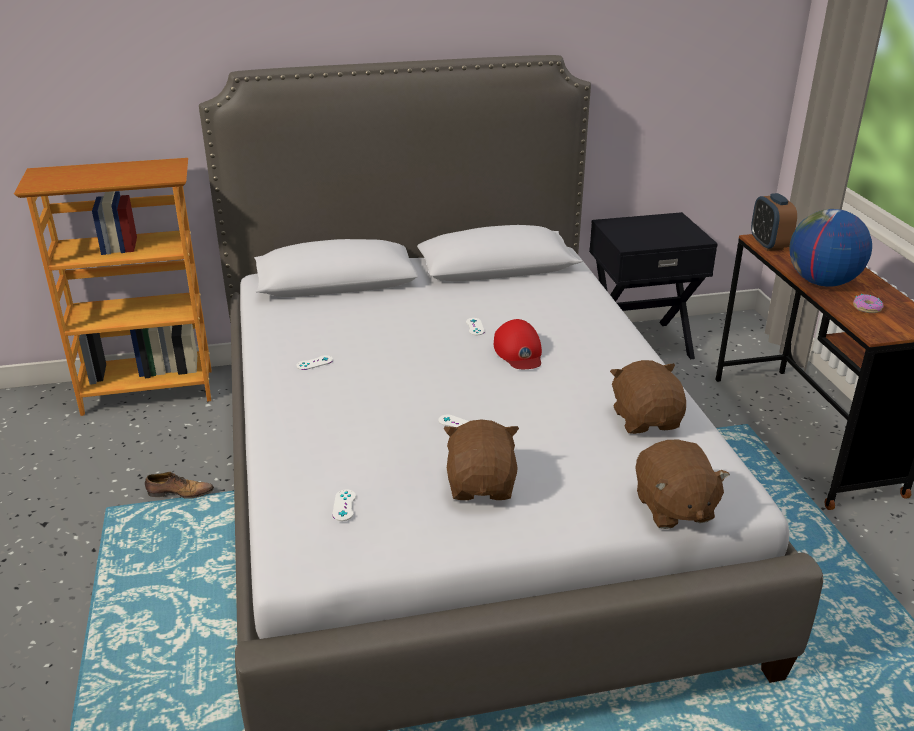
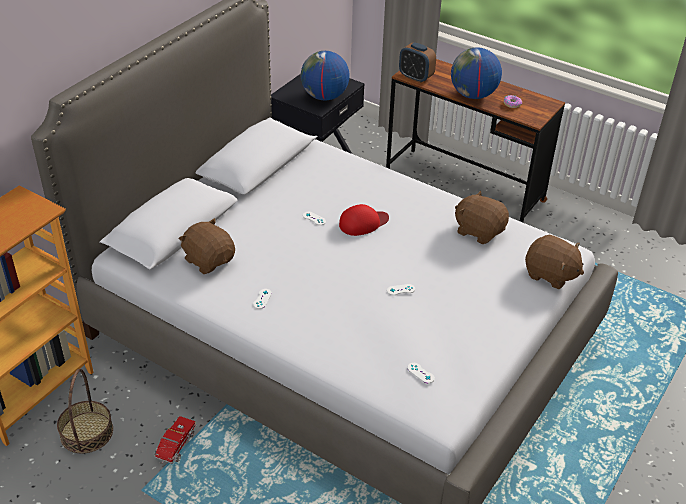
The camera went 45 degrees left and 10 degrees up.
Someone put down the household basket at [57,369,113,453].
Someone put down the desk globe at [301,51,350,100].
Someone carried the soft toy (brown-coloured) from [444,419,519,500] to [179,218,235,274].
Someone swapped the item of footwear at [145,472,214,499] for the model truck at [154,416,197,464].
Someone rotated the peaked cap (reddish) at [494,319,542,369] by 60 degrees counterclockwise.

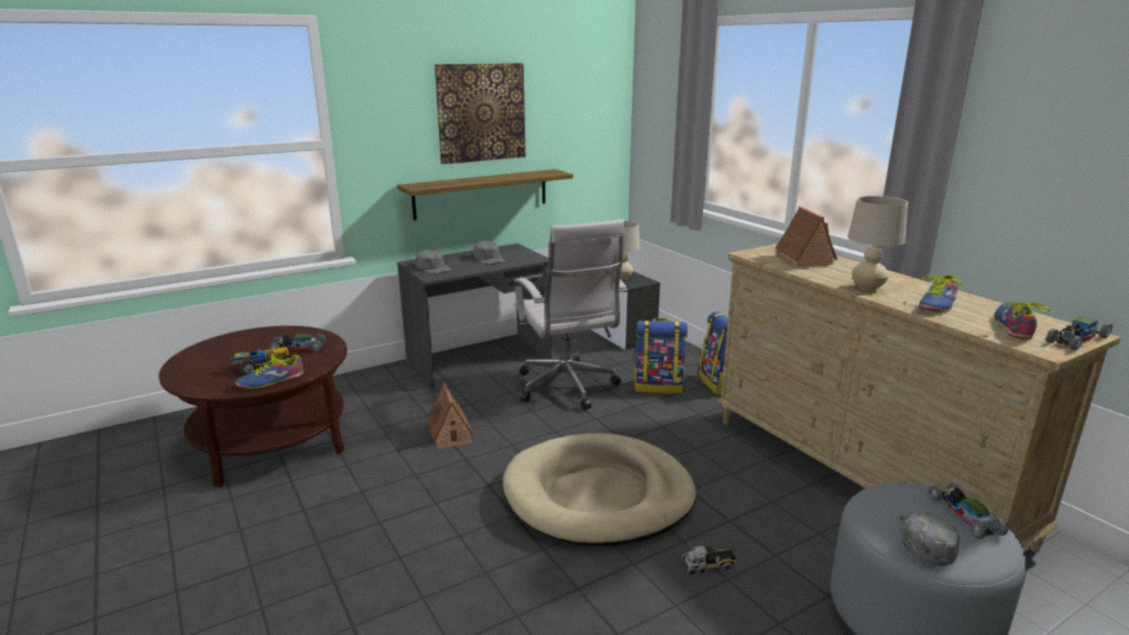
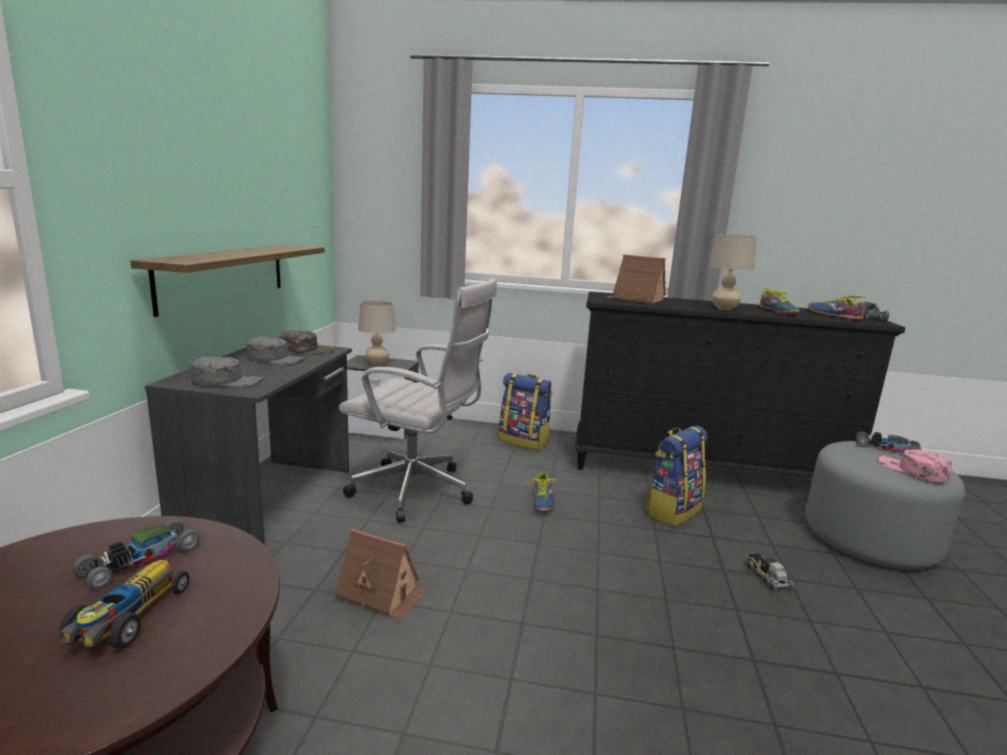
The camera went 50 degrees left and 5 degrees down.
Someone took away the wall art at [434,63,525,164].
Someone took away the dog bed (sand-coloured) at [503,433,696,546].
Someone put down the peaked cap (greenish) at [279,330,334,355].
Someone carried the item of footwear from [235,350,303,389] to [527,470,556,512].
Someone carried the backpack from [634,318,688,394] to [645,426,708,526].
Someone repainted the chest of drawers (sand-coloured) at [717,244,1121,552], which became the chest of drawers (black-coloured) at [575,292,905,478].
Someone repainted the peaked cap (grey) at [898,512,960,566], which became the peaked cap (pink-coloured) at [879,450,952,482].
Someone rotated the model truck at [681,543,737,576] by 45 degrees counterclockwise.

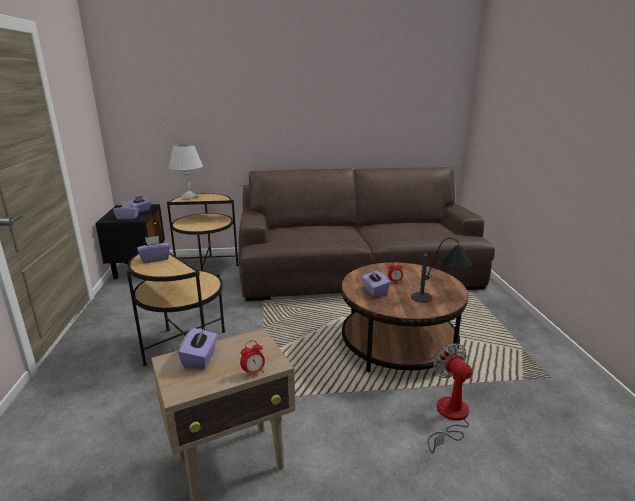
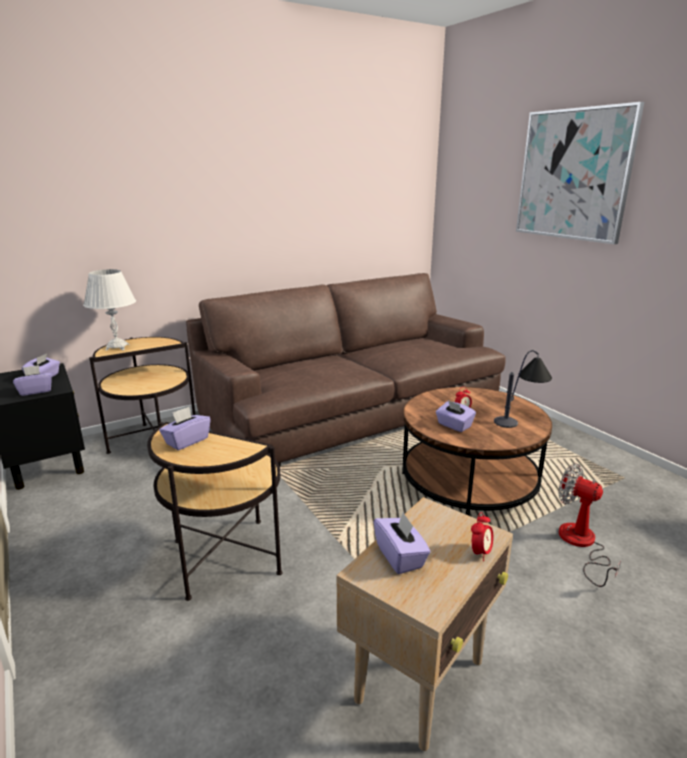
The camera went 25 degrees left and 0 degrees up.
Someone put up the wall art at [516,102,644,244].

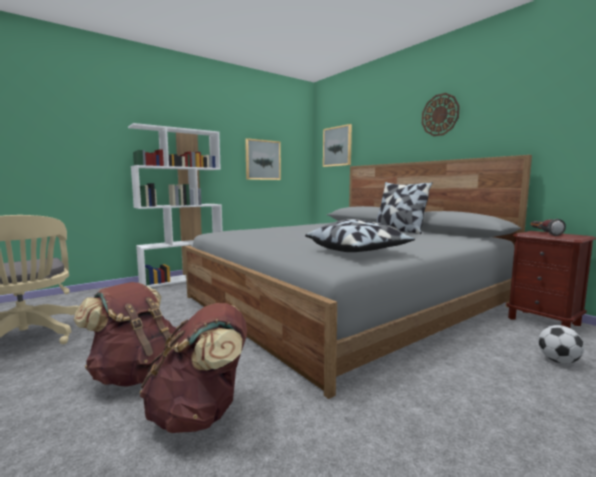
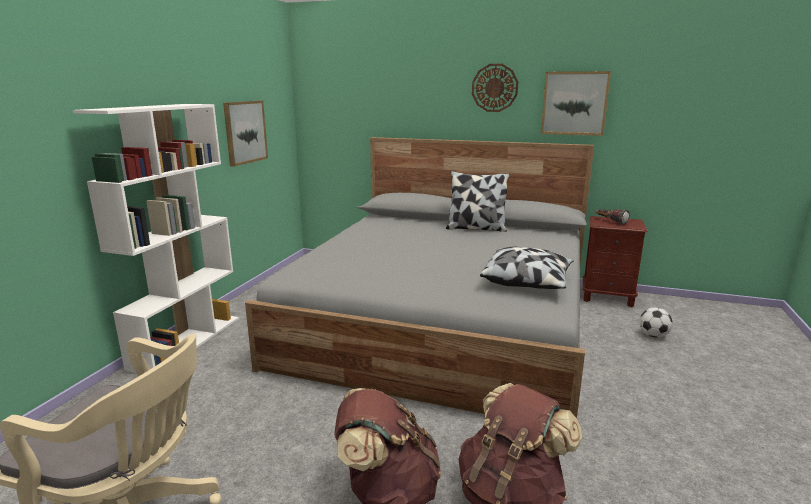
The camera went 35 degrees left and 10 degrees up.
Someone carried the wall art from [323,124,352,167] to [541,71,611,136].

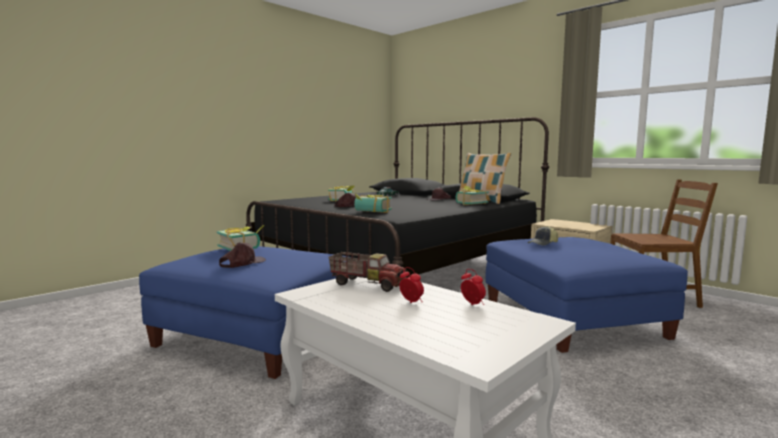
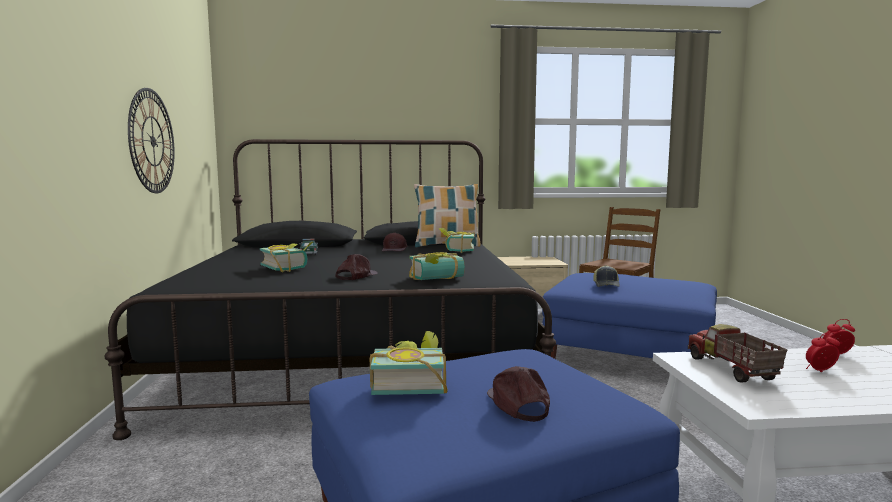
The camera went 50 degrees left and 0 degrees up.
Someone put up the clock on the wall at [128,88,175,193].
Someone rotated the model truck at [329,252,407,292] by 75 degrees counterclockwise.

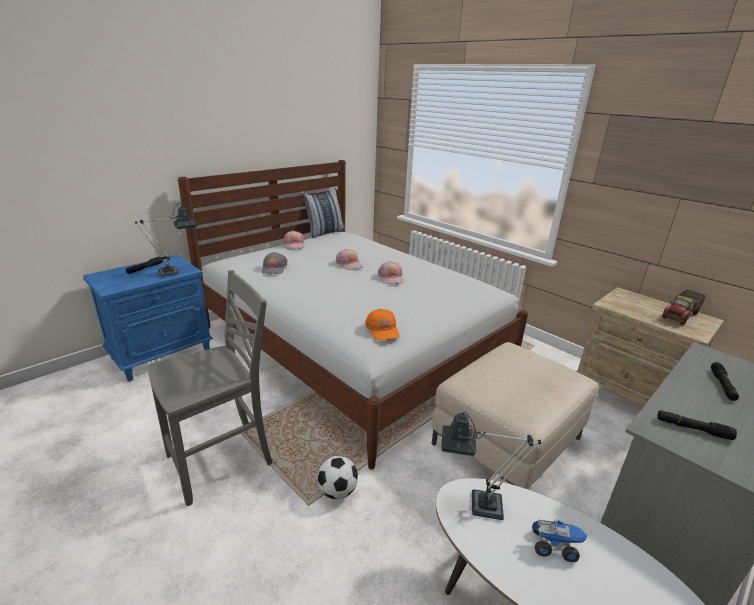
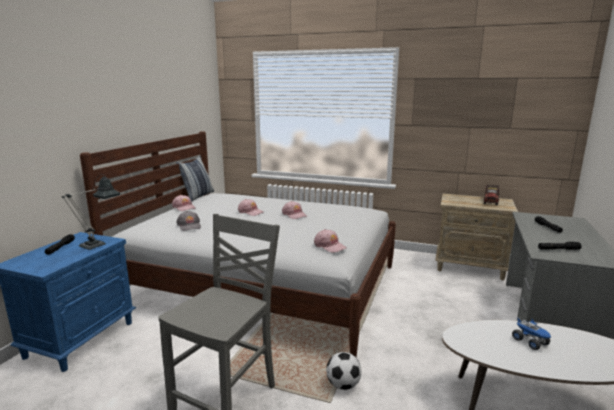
The camera went 25 degrees left and 10 degrees down.
Someone took away the footrest (sand-coloured) at [432,342,599,489].
Someone took away the tabletop lamp at [441,412,541,520].
Someone repainted the peaked cap (orange) at [365,309,400,340], which became the peaked cap (pink-coloured) at [314,229,346,253].
Someone rotated the model truck at [532,519,587,562] by 75 degrees clockwise.

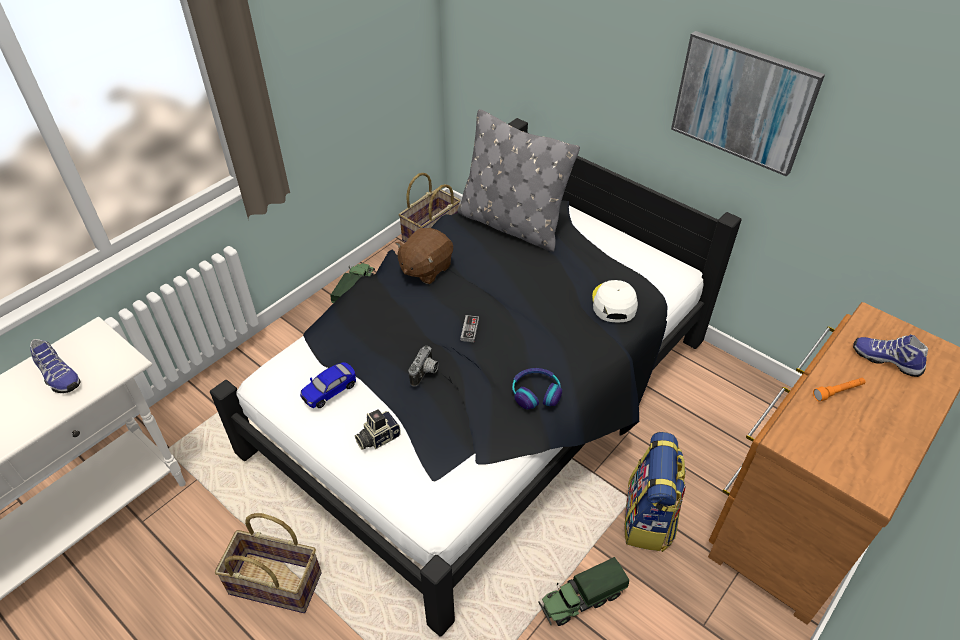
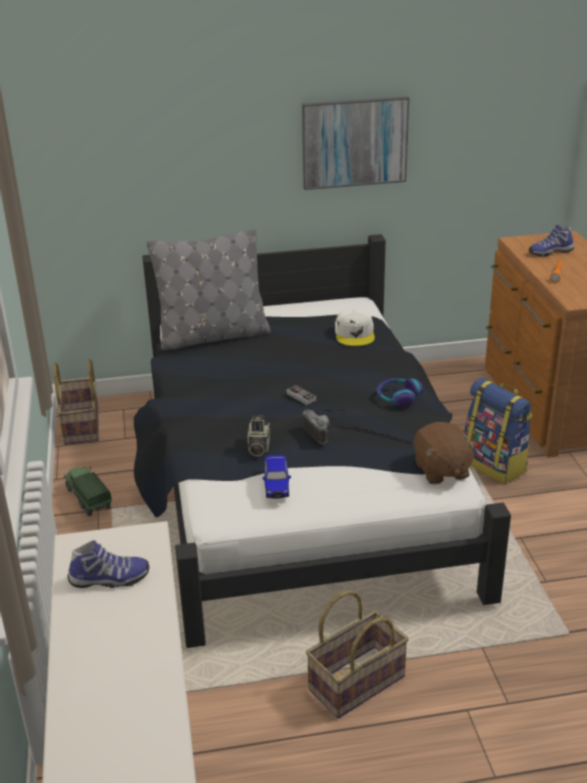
The camera went 50 degrees left and 15 degrees down.
Someone took away the model truck at [538,557,629,626].
Someone carried the photo camera from [355,409,401,450] to [245,415,270,456].
Someone carried the soft toy (brown-coloured) from [395,228,453,284] to [413,422,477,485].
Someone rotated the peaked cap (white-coloured) at [592,280,638,322] by 135 degrees counterclockwise.

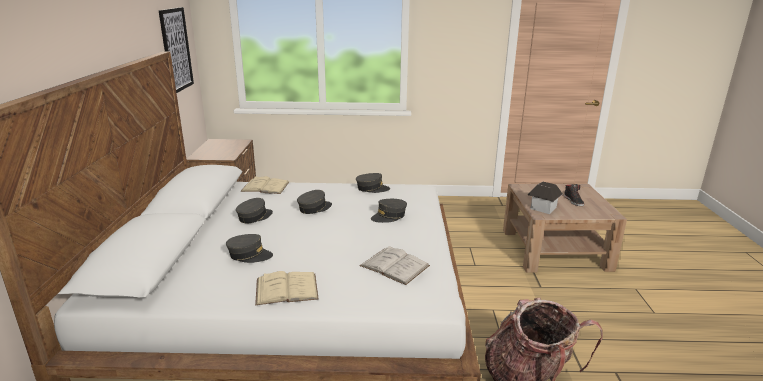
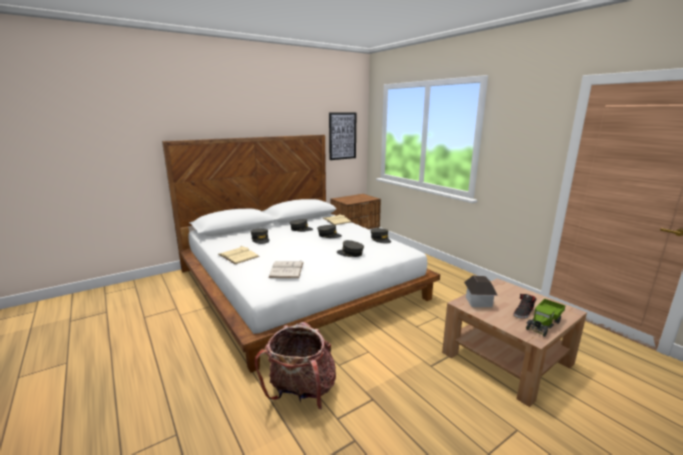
The camera went 55 degrees right and 5 degrees down.
Someone put down the model truck at [526,299,565,337].

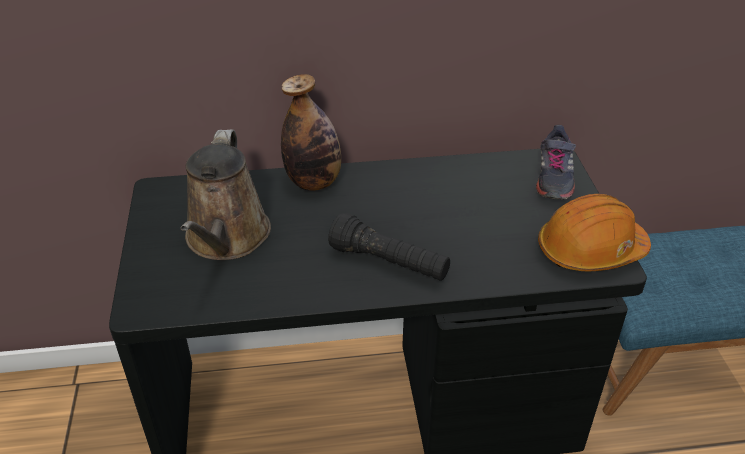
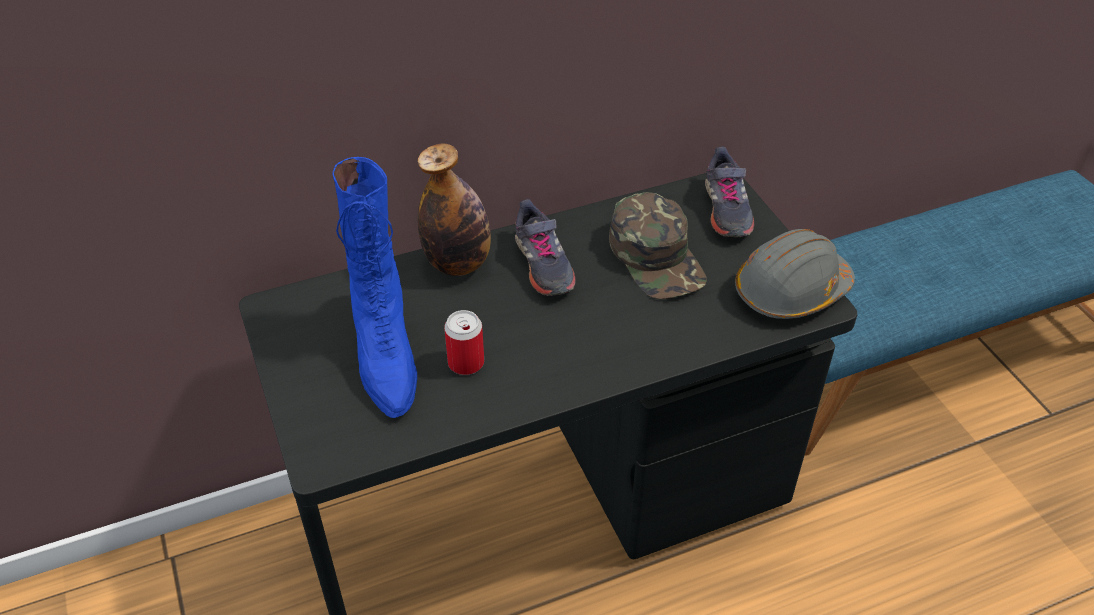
The camera went 15 degrees left and 5 degrees up.
Someone took away the hand torch (black-coloured) at [328,213,450,281].
Someone put down the metal can at [444,310,484,375].
Someone put down the item of footwear (grey) at [515,199,575,296].
Someone put down the peaked cap (greenish) at [609,192,707,299].
Someone swapped the watering can (brown-coloured) at [181,129,271,260] for the high-top boot (blue) at [332,157,417,418].
Someone repainted the work helmet (orange) at [538,194,651,271], which became the work helmet (grey) at [735,229,855,319].

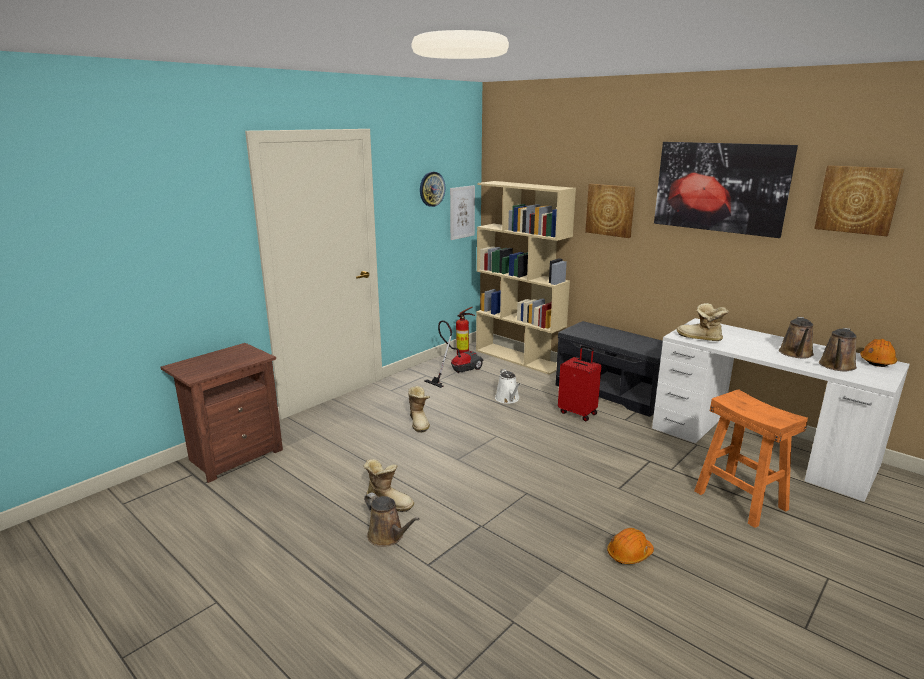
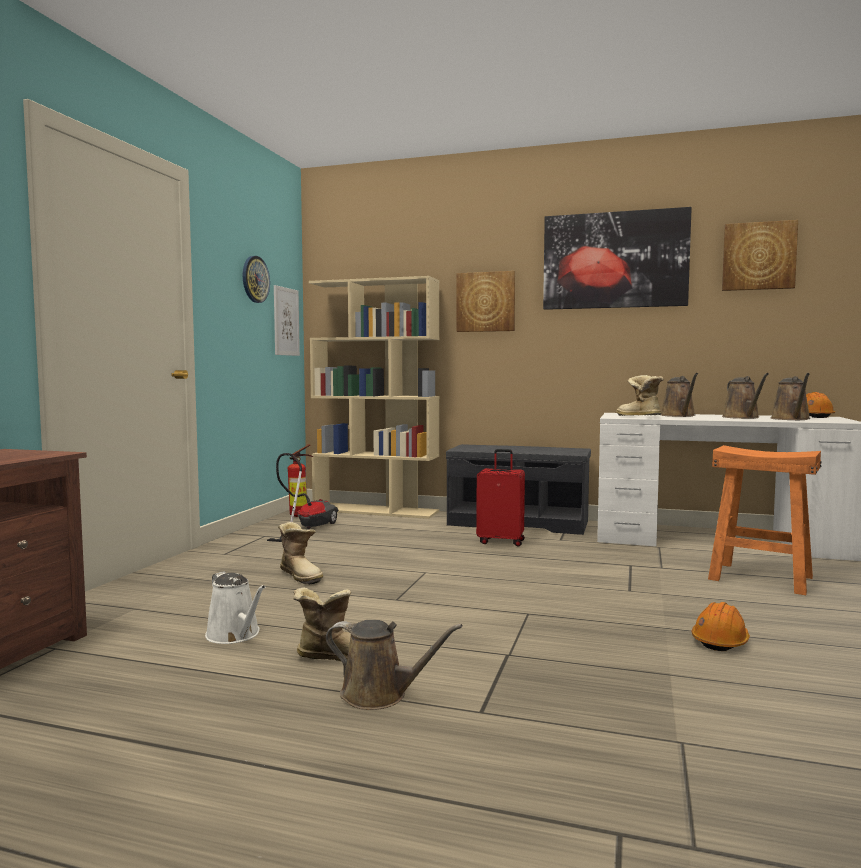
The camera went 25 degrees left and 15 degrees down.
Someone put down the watering can (brown-coloured) at [661,373,698,417].
Someone carried the watering can (white-coloured) from [495,369,520,404] to [205,571,266,644].
Someone rotated the high-top boot at [676,303,729,341] by 45 degrees clockwise.

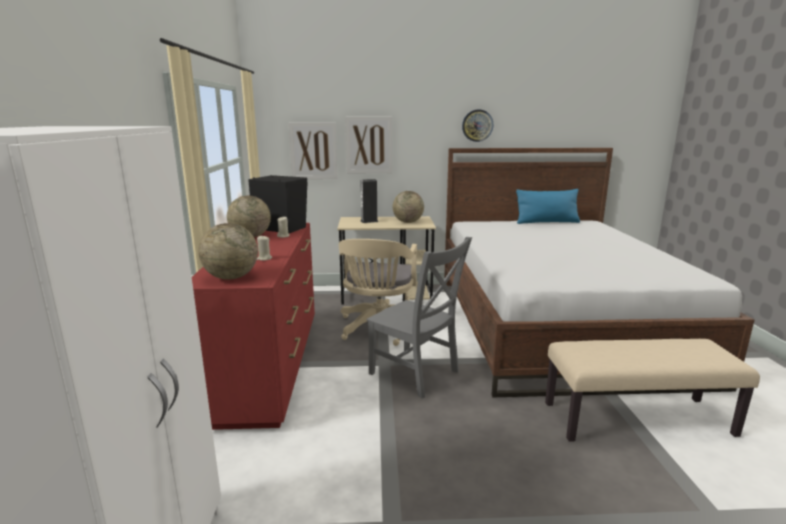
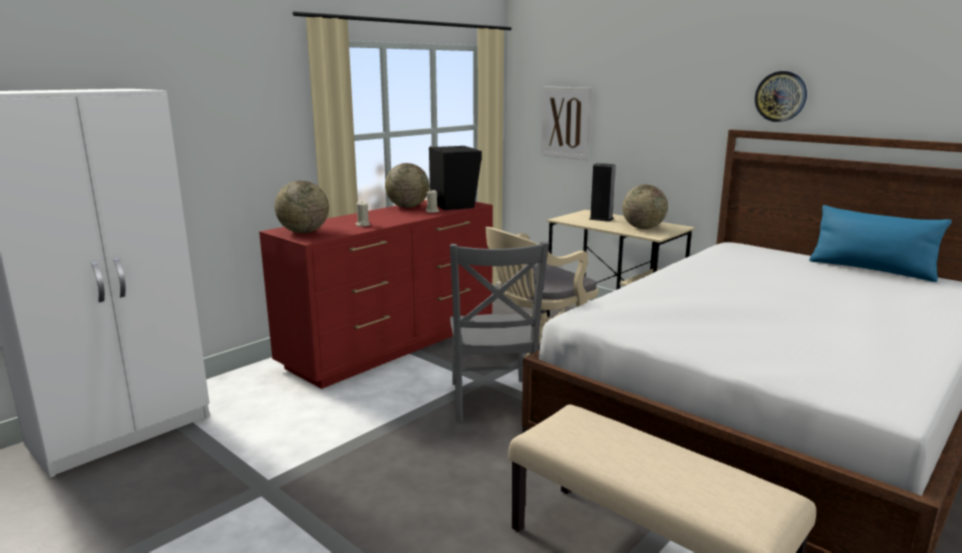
The camera went 45 degrees right and 0 degrees up.
Someone took away the wall art at [345,117,392,173].

